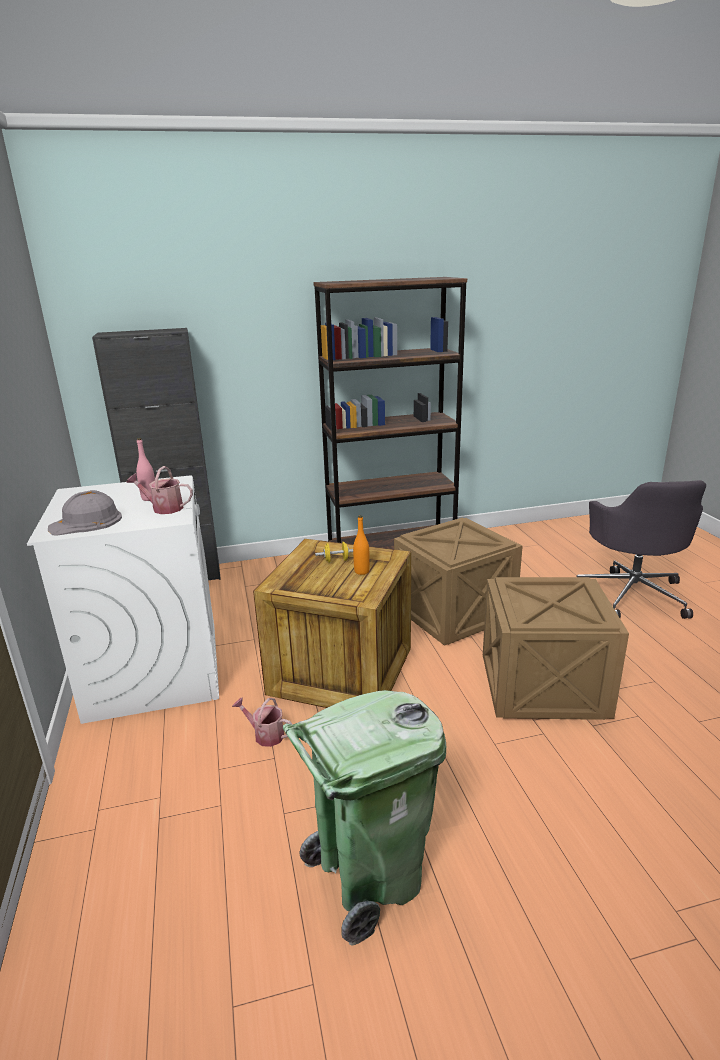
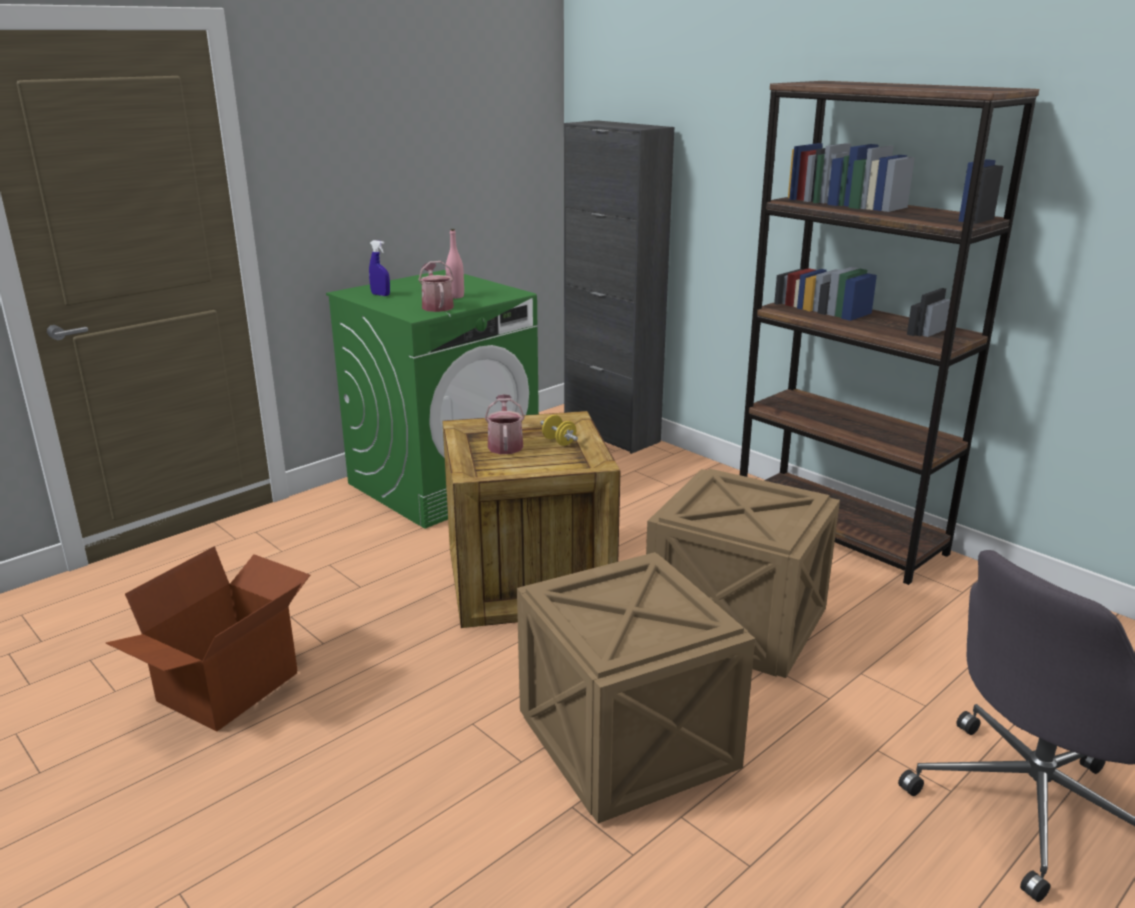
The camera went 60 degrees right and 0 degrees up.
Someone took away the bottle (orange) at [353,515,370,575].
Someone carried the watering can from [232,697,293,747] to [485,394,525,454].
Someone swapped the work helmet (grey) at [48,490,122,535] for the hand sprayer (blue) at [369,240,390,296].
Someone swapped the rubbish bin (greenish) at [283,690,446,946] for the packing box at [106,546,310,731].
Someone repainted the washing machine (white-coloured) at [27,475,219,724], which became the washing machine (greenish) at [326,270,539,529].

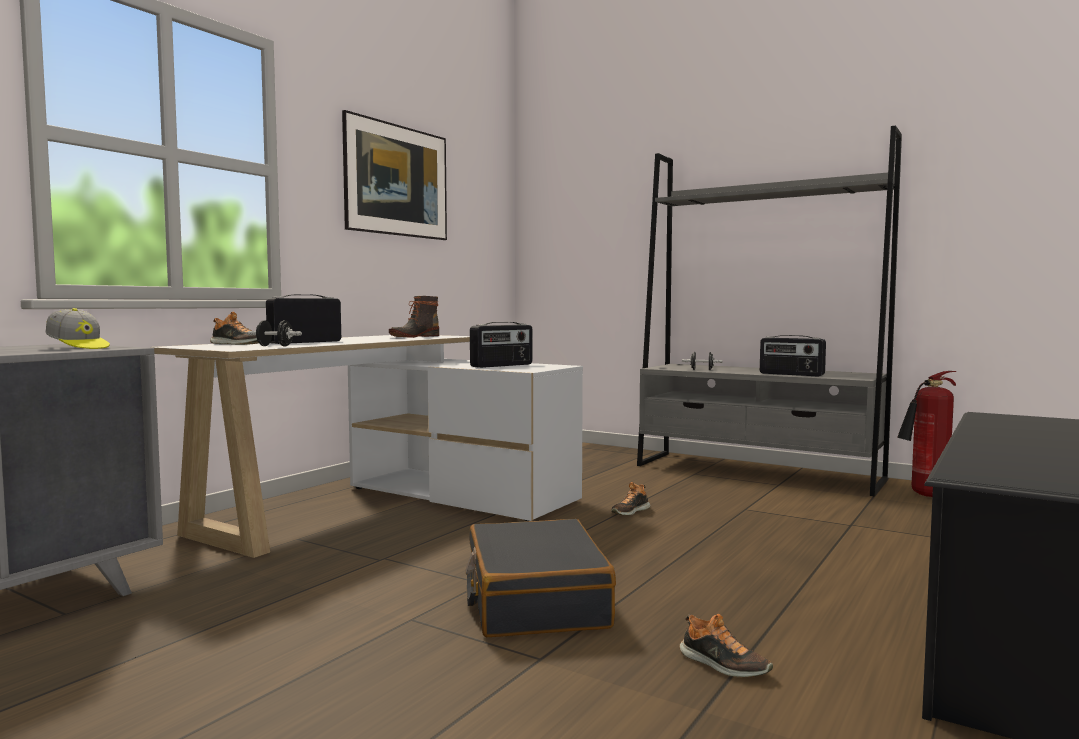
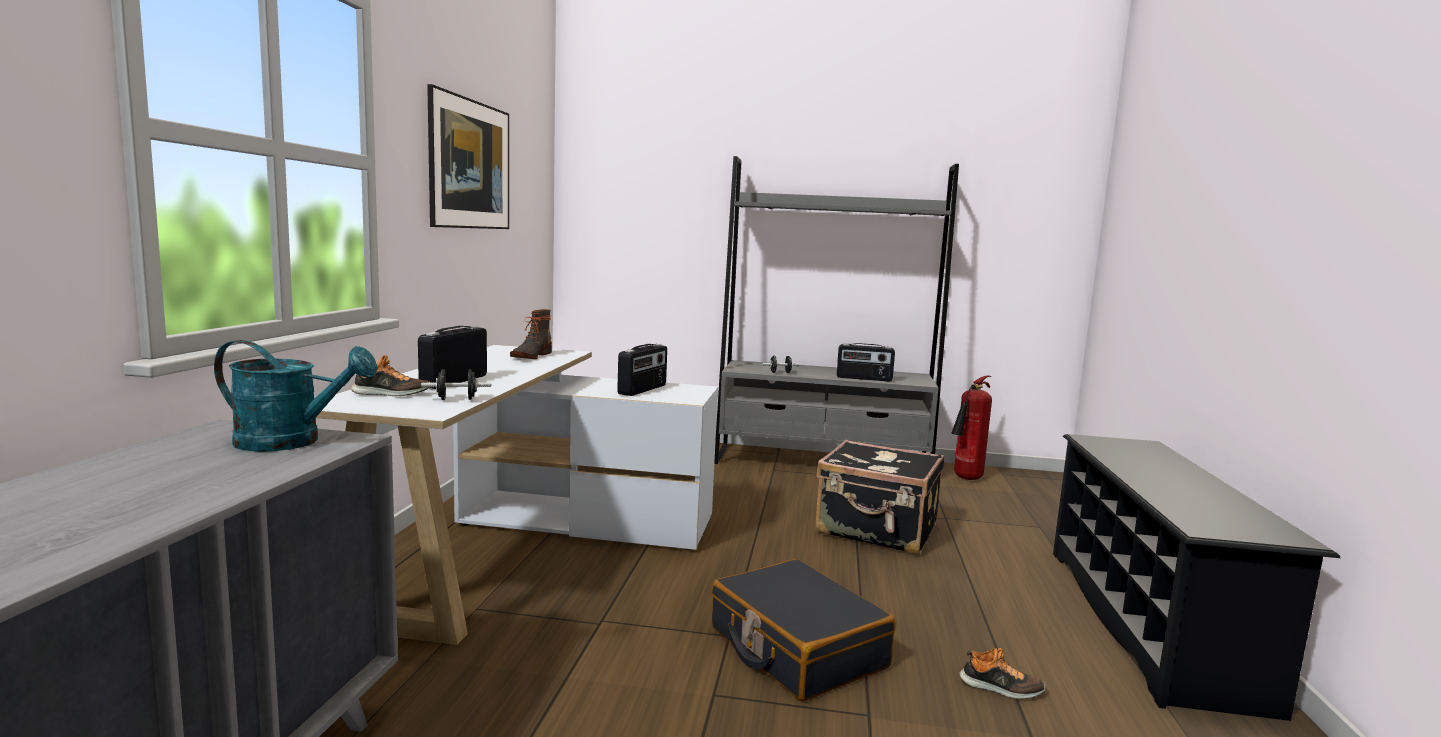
The camera went 25 degrees left and 5 degrees up.
Someone took away the item of footwear at [611,482,650,516].
Someone put down the travel case (black-coloured) at [815,440,944,555].
Someone swapped the peaked cap at [45,308,110,349] for the watering can (turquoise-coloured) at [214,340,378,452].

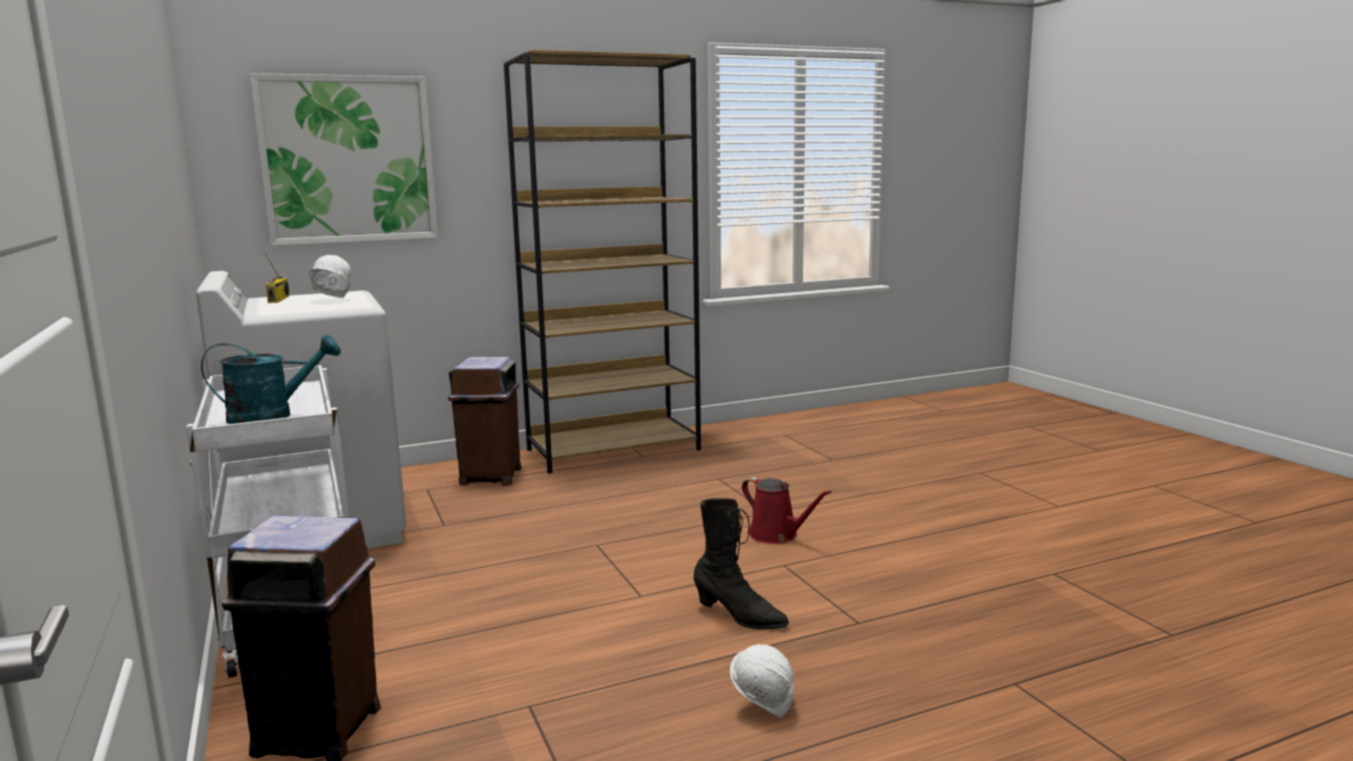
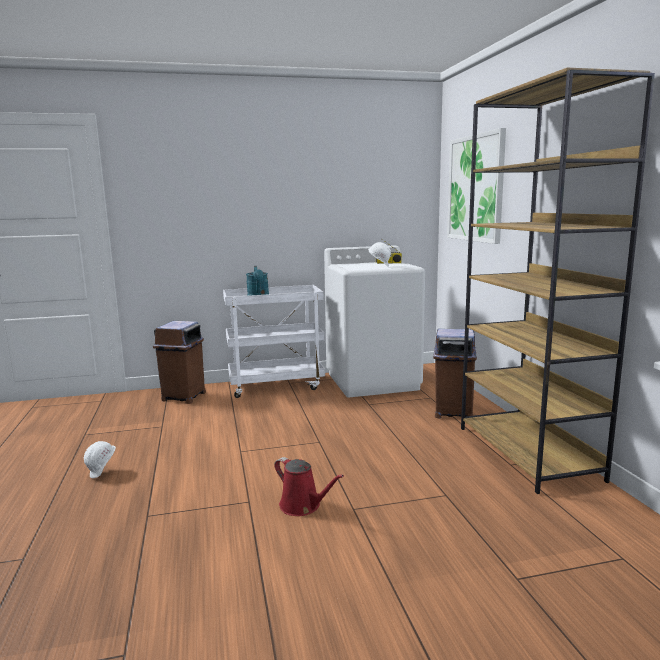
The camera went 100 degrees right and 0 degrees up.
Someone took away the high-top boot (black-coloured) at [693,498,789,629].
Someone rotated the watering can (reddish) at [742,477,831,544] by 105 degrees counterclockwise.

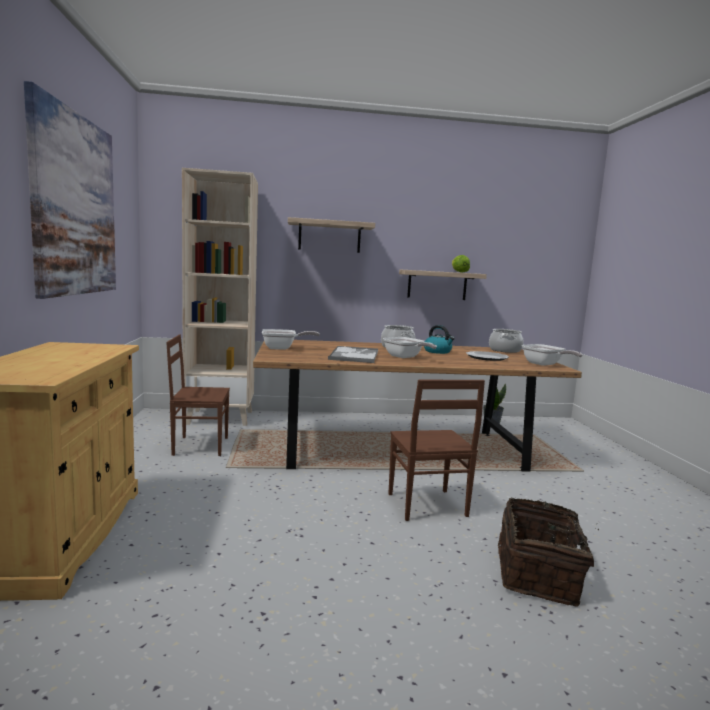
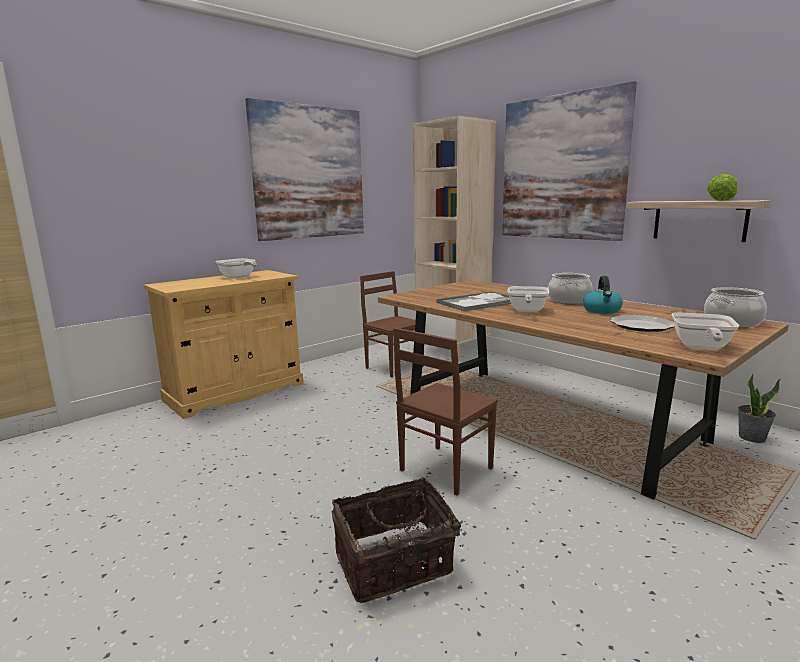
The camera went 55 degrees right and 5 degrees up.
Someone carried the skillet from [262,329,320,350] to [215,258,257,279].
Someone swapped the shelf at [288,217,375,253] for the wall art at [502,81,637,241].

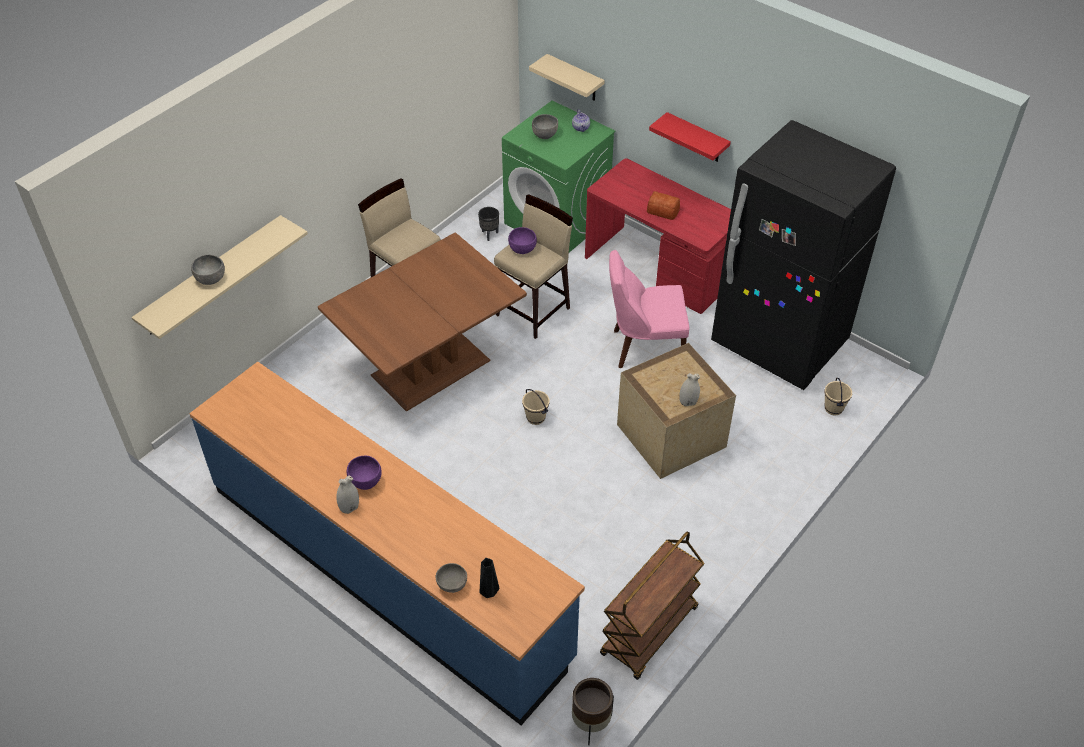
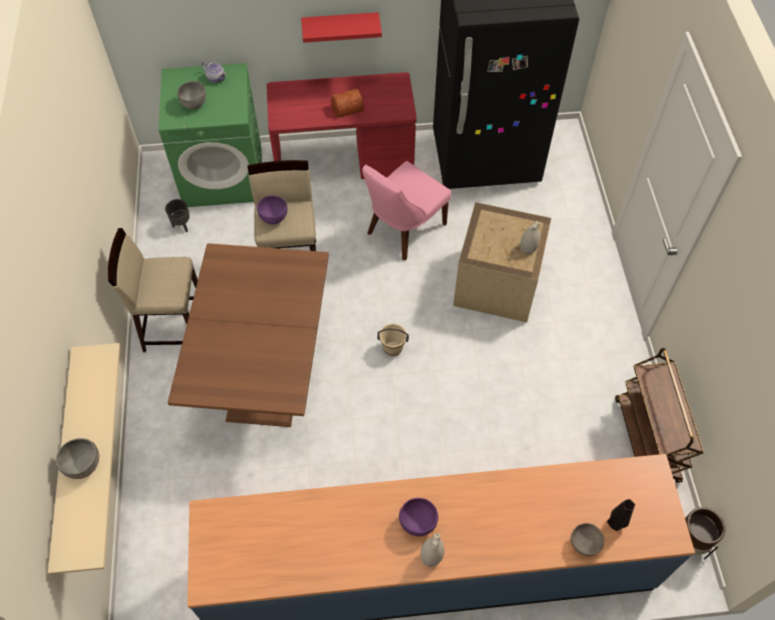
The camera went 45 degrees left and 10 degrees up.
Someone took away the shelf (sand-coloured) at [529,54,605,101].
Someone took away the pail (sand-coloured) at [824,378,852,416].

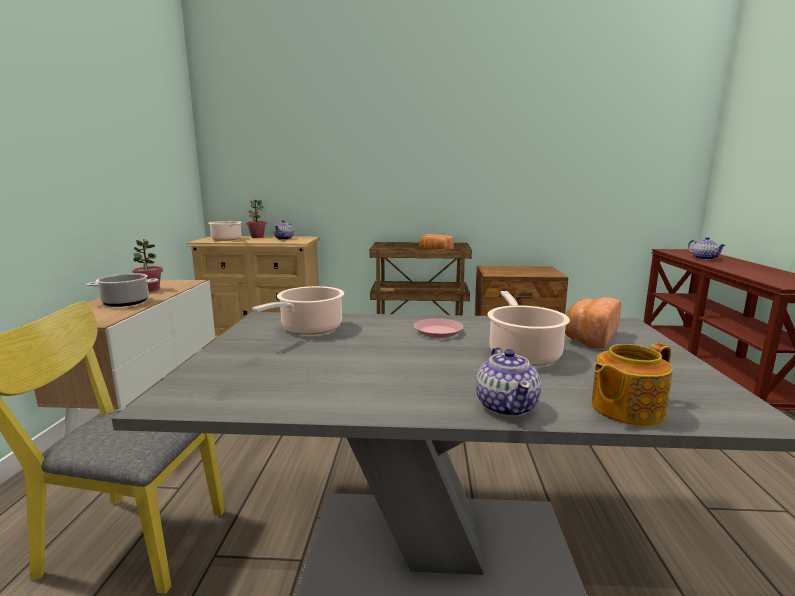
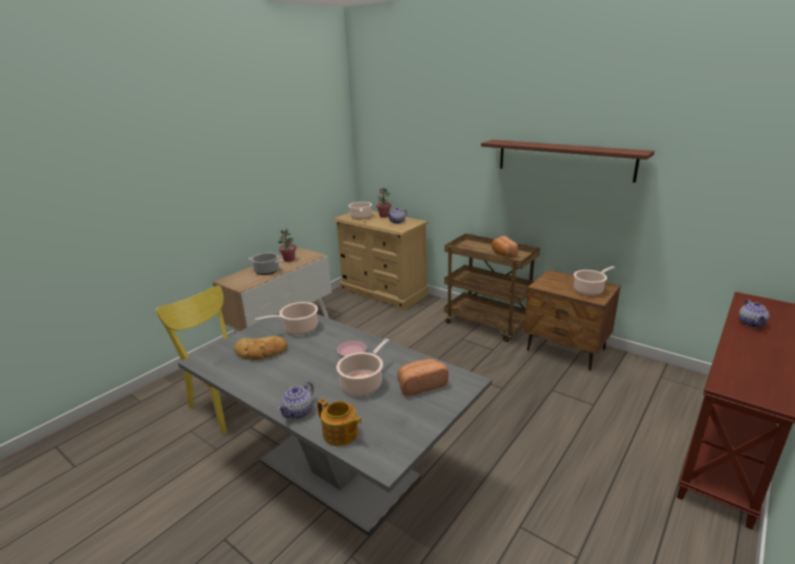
The camera went 35 degrees right and 10 degrees up.
Someone put down the baked bread at [234,336,287,360].
Someone put up the shelf at [481,140,654,183].
Someone put down the stockpot at [574,266,615,296].
Someone rotated the pot for tea at [591,343,673,426] by 150 degrees counterclockwise.

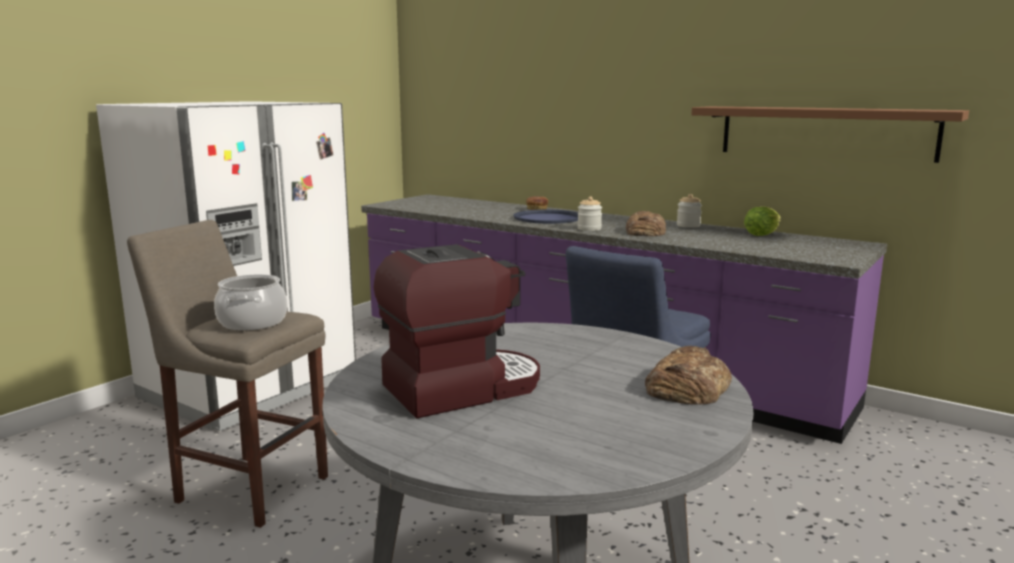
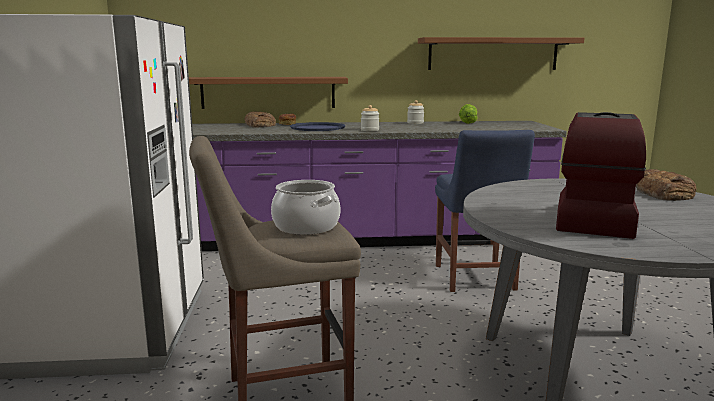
The camera went 40 degrees left and 0 degrees up.
Someone put up the shelf (brown-coloured) at [189,77,348,109].
Someone carried the baked bread from [626,211,666,236] to [244,111,276,127].

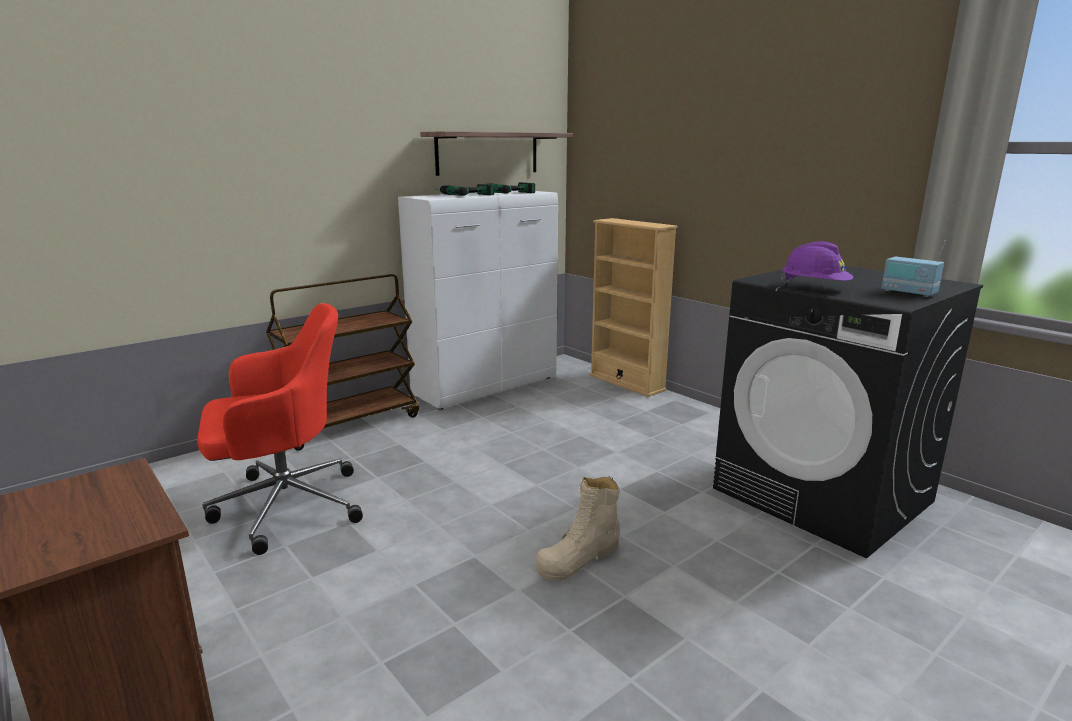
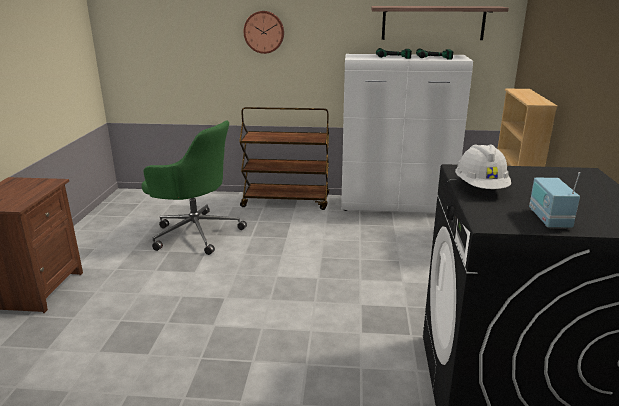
The camera went 45 degrees right and 5 degrees up.
Someone took away the high-top boot (sand-coloured) at [536,476,620,581].
Someone put up the clock on the wall at [244,11,284,54].
Someone repainted the computer chair (reddish) at [197,303,363,555], which became the computer chair (greenish) at [142,120,247,255].
Someone repainted the work helmet (purplish) at [781,241,854,283], which became the work helmet (white-coloured) at [455,144,511,189].

